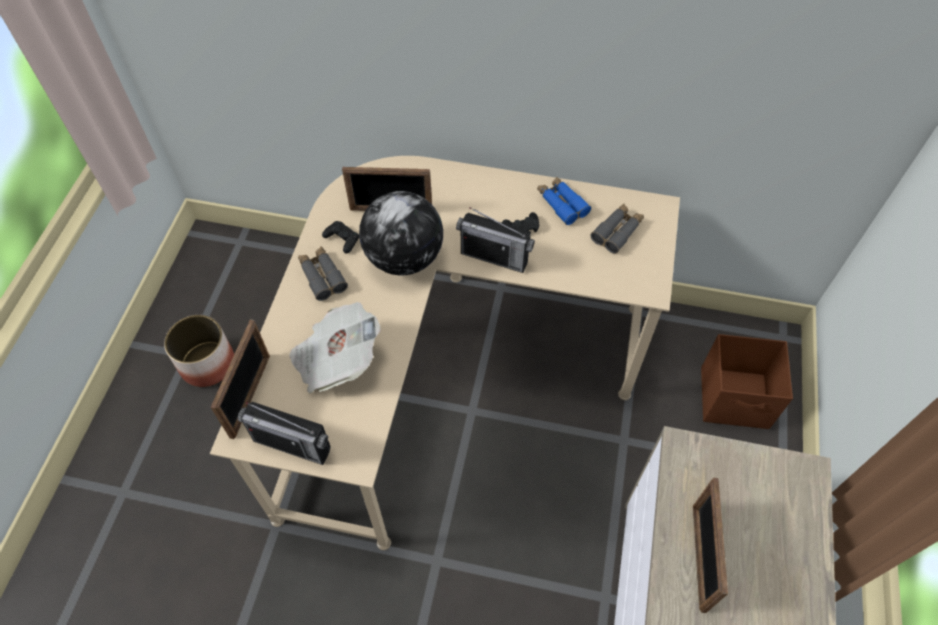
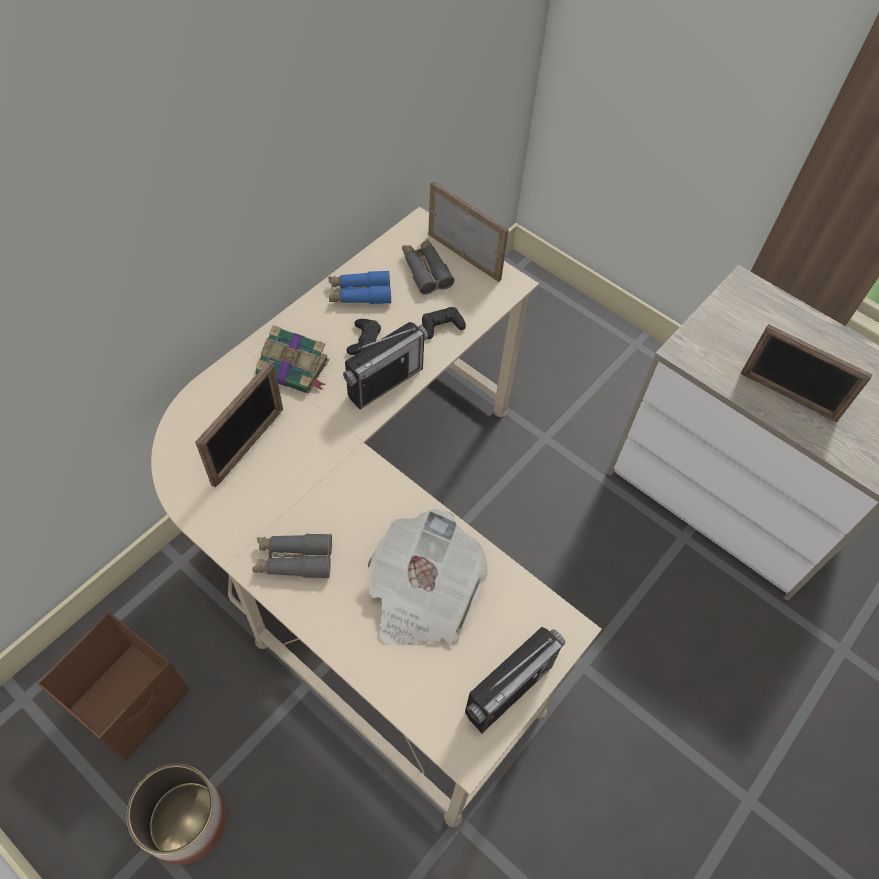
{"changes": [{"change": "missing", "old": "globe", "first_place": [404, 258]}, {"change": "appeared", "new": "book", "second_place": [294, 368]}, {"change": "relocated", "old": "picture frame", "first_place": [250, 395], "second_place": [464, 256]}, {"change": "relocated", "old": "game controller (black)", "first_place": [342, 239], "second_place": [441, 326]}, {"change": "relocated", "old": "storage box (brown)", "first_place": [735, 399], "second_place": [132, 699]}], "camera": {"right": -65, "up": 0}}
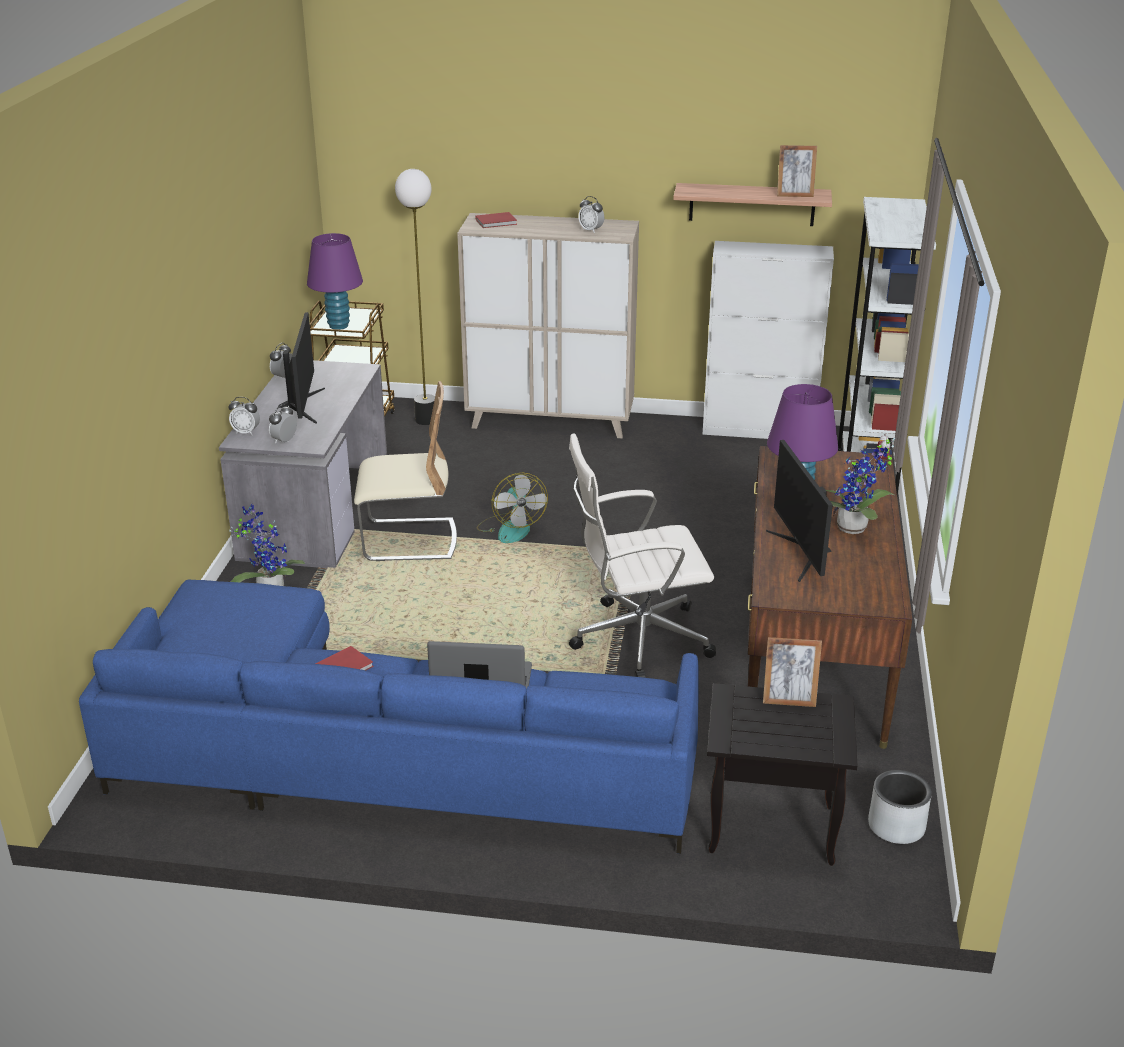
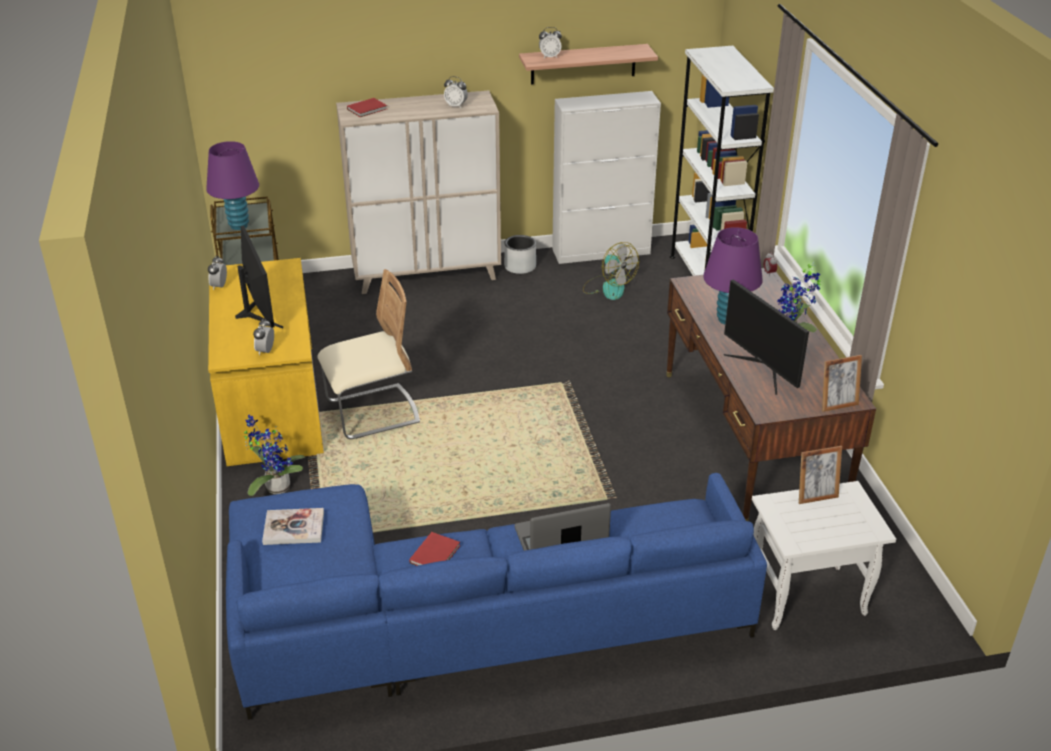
{"changes": [{"change": "missing", "old": "floor lamp", "first_place": [425, 420]}, {"change": "missing", "old": "office chair (white)", "first_place": [637, 639]}, {"change": "appeared", "new": "book", "second_place": [294, 528]}, {"change": "relocated", "old": "alarm clock", "first_place": [246, 432], "second_place": [550, 57]}, {"change": "relocated", "old": "fan", "first_place": [510, 528], "second_place": [608, 287]}, {"change": "relocated", "old": "picture frame", "first_place": [794, 195], "second_place": [837, 405]}, {"change": "relocated", "old": "planter (grey)", "first_place": [896, 826], "second_place": [520, 267]}, {"change": "colour", "old": "desk (grey)", "new": "desk (yellow)", "first_place": [314, 511], "second_place": [270, 402]}, {"change": "colour", "old": "side table (black)", "new": "side table (white)", "first_place": [769, 829], "second_place": [805, 598]}], "camera": {"right": -20, "up": 5}}
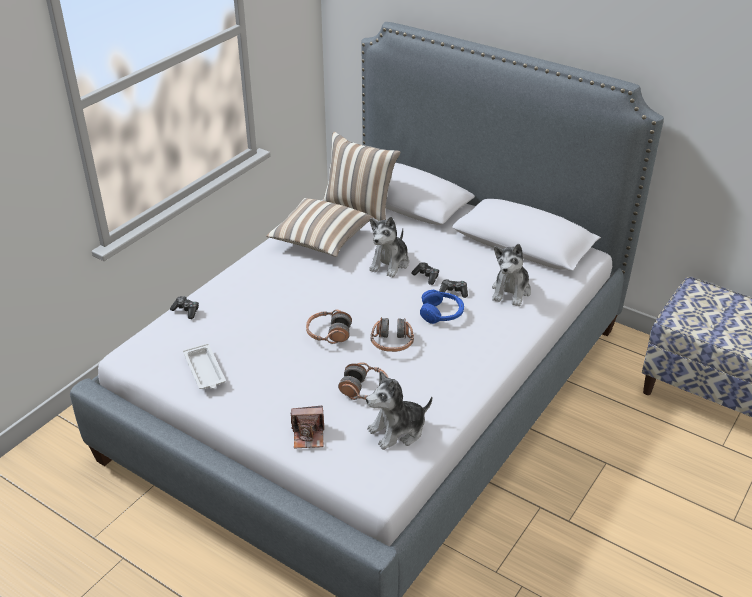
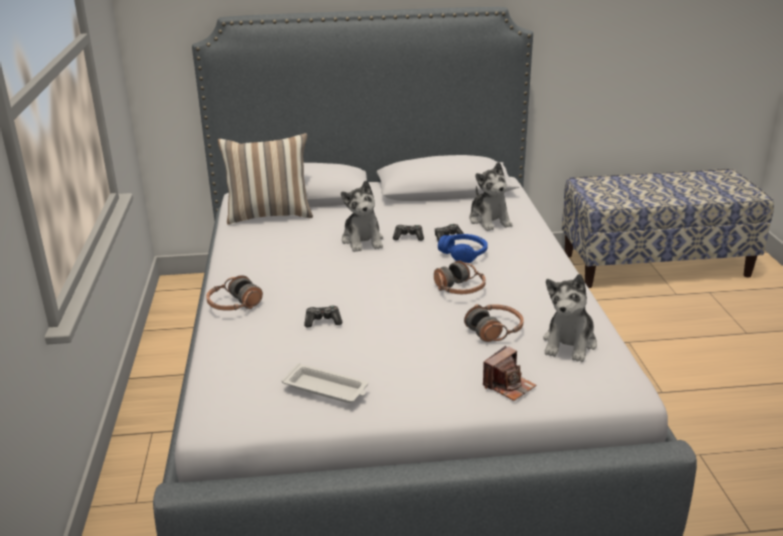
{"changes": [{"change": "missing", "old": "pillow", "first_place": [320, 240]}, {"change": "relocated", "old": "game controller", "first_place": [186, 310], "second_place": [323, 321]}, {"change": "relocated", "old": "headphones", "first_place": [329, 333], "second_place": [234, 305]}], "camera": {"right": -40, "up": -10}}
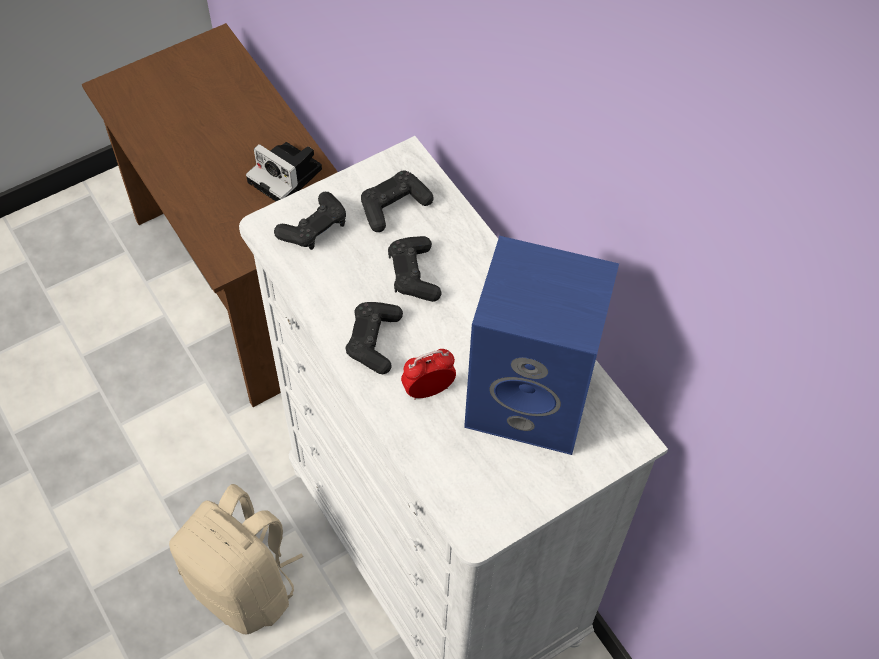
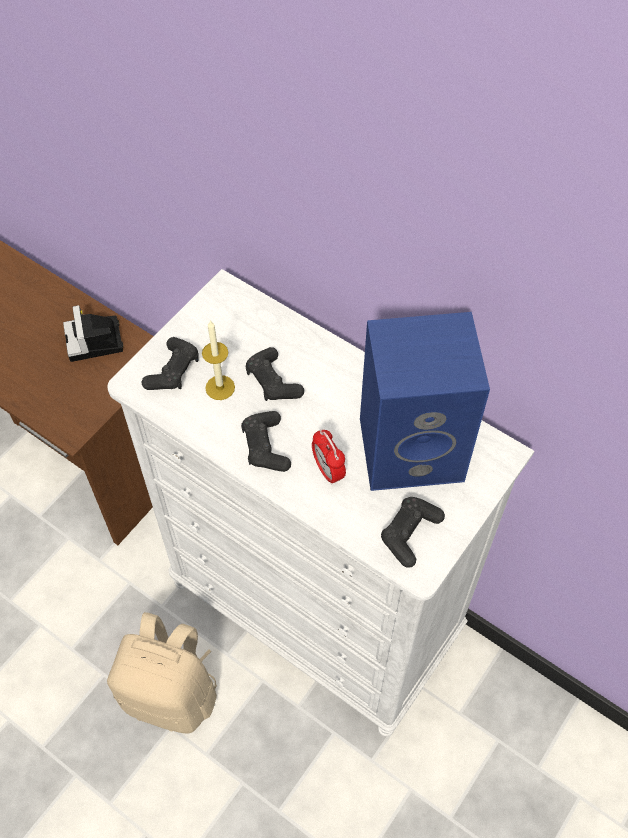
{"changes": [{"change": "appeared", "new": "candle", "second_place": [220, 387]}, {"change": "relocated", "old": "game controller (black)", "first_place": [394, 206], "second_place": [410, 533]}, {"change": "spun", "old": "photo camera", "first_place": [287, 176], "second_place": [95, 342], "degrees": 60}, {"change": "spun", "old": "alarm clock", "first_place": [428, 390], "second_place": [328, 470], "degrees": -75}], "camera": {"right": -20, "up": 0}}
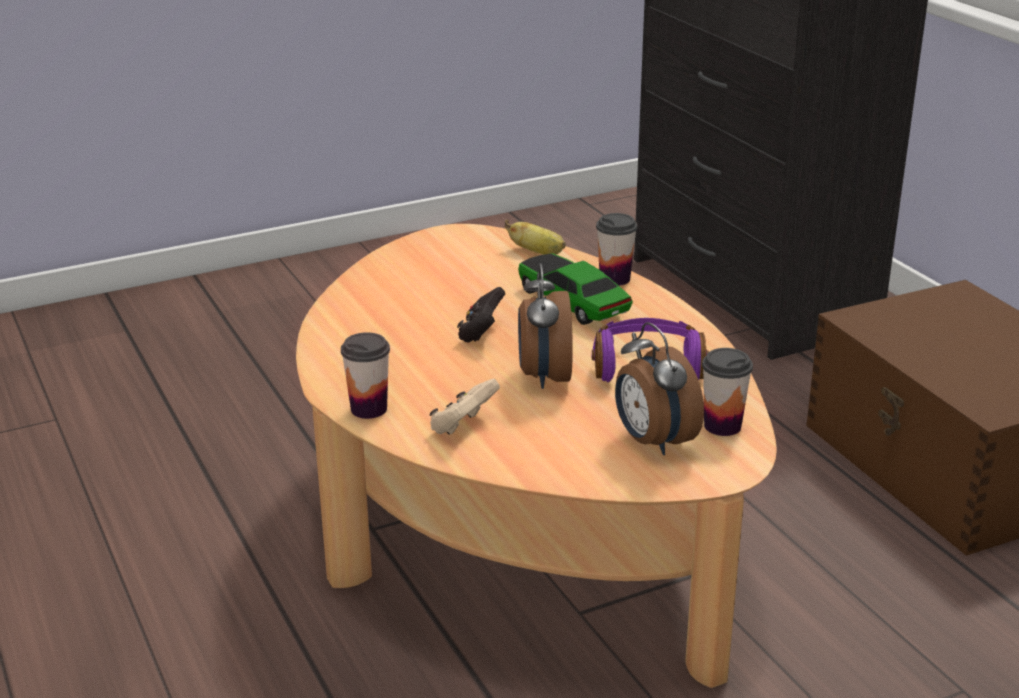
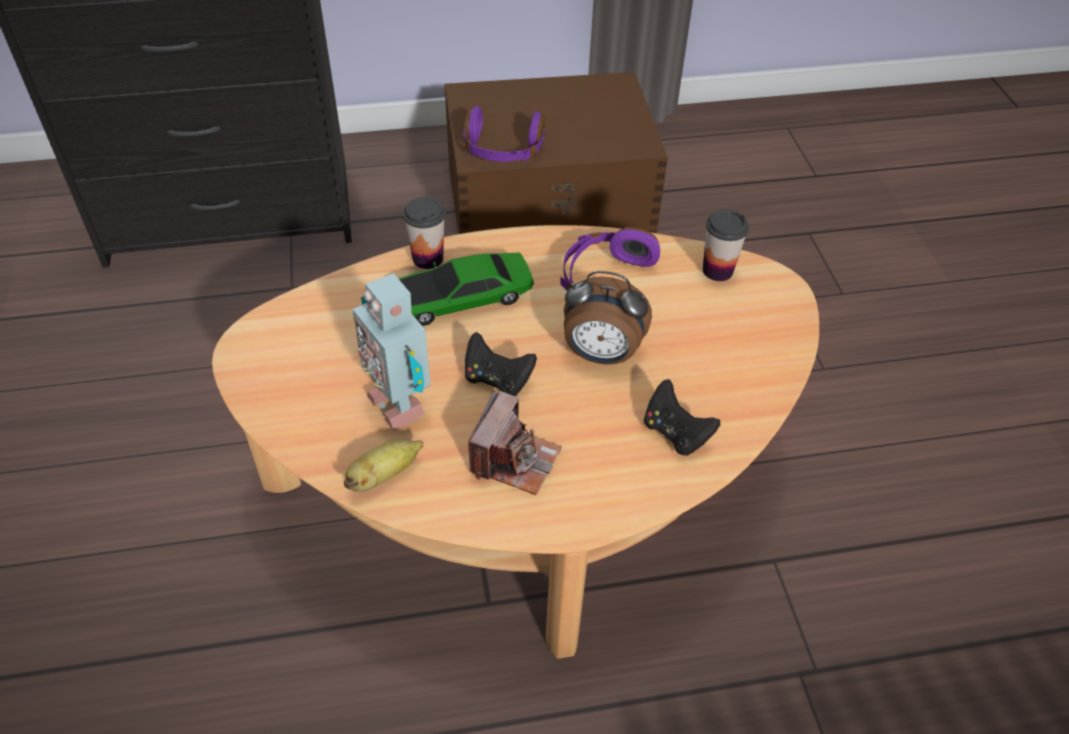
{"changes": [{"change": "missing", "old": "cup", "first_place": [369, 409]}, {"change": "missing", "old": "alarm clock", "first_place": [652, 441]}, {"change": "appeared", "new": "toy robot", "second_place": [399, 402]}, {"change": "appeared", "new": "headphones (purple)", "second_place": [503, 151]}, {"change": "appeared", "new": "photo camera", "second_place": [514, 459]}, {"change": "relocated", "old": "banana", "first_place": [538, 253], "second_place": [384, 475]}, {"change": "colour", "old": "game controller (beige)", "new": "game controller (black)", "first_place": [463, 426], "second_place": [675, 433]}], "camera": {"right": -75, "up": 20}}
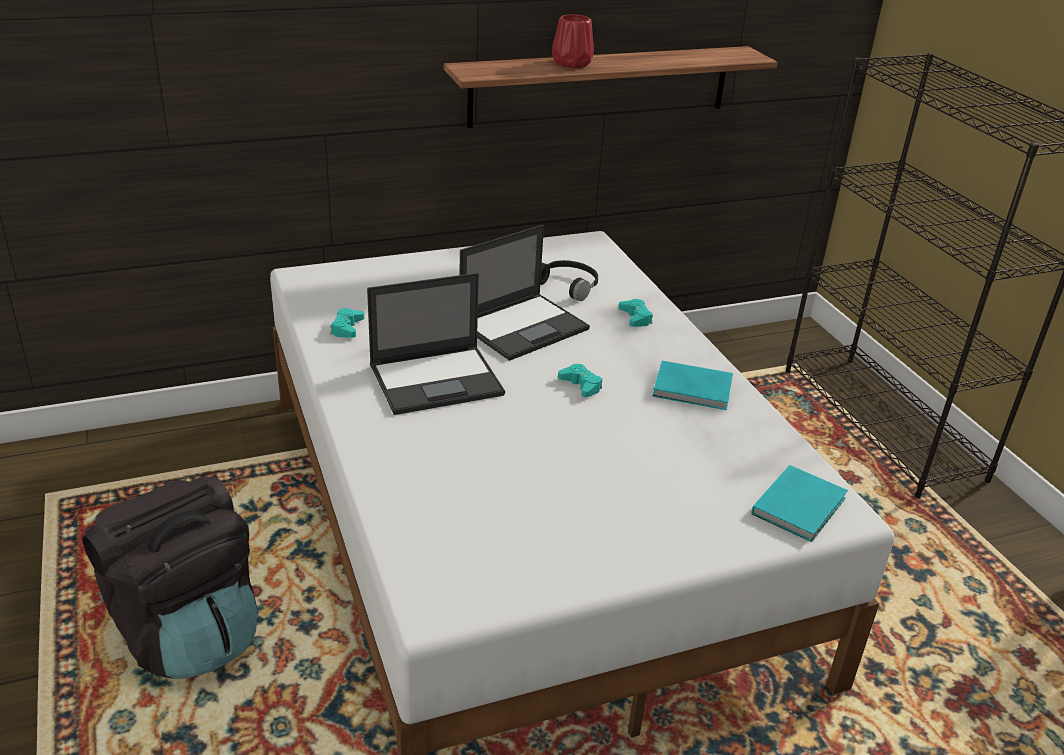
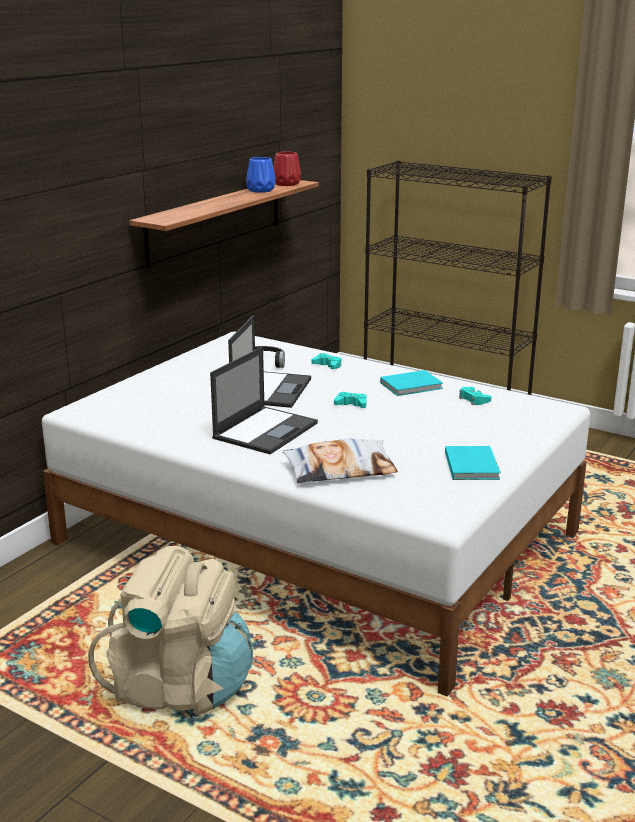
{"changes": [{"change": "appeared", "new": "vase (blue)", "second_place": [260, 190]}, {"change": "appeared", "new": "pillow", "second_place": [340, 469]}, {"change": "relocated", "old": "game controller (turquoise)", "first_place": [347, 328], "second_place": [473, 399]}, {"change": "relocated", "old": "vase (red)", "first_place": [570, 63], "second_place": [286, 184]}, {"change": "relocated", "old": "book (turquoise)", "first_place": [801, 505], "second_place": [472, 465]}, {"change": "colour", "old": "backpack (black)", "new": "backpack (beige)", "first_place": [187, 631], "second_place": [179, 686]}], "camera": {"right": -35, "up": -10}}
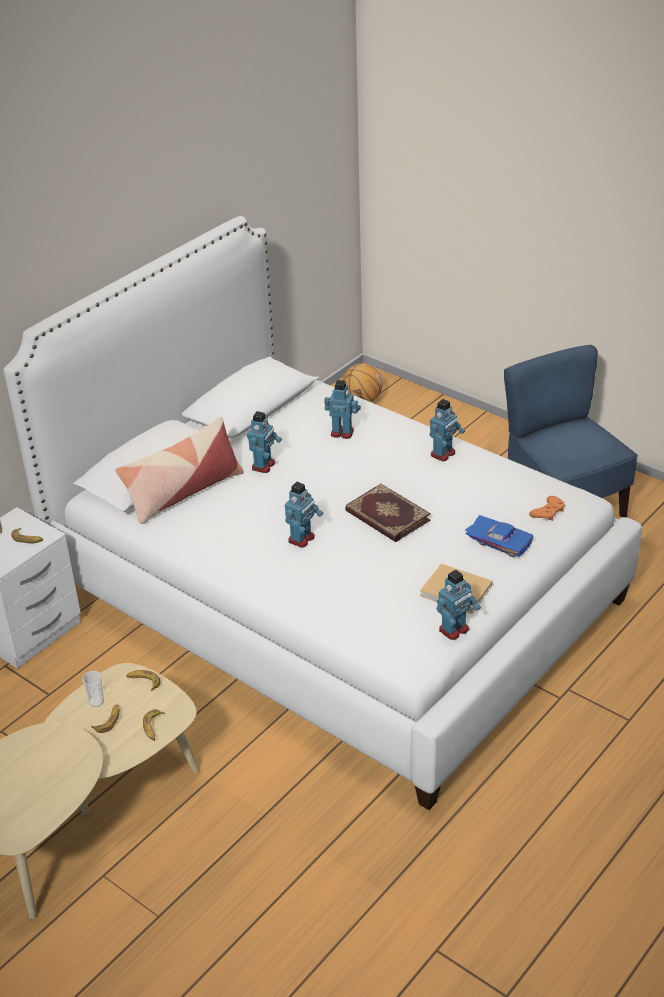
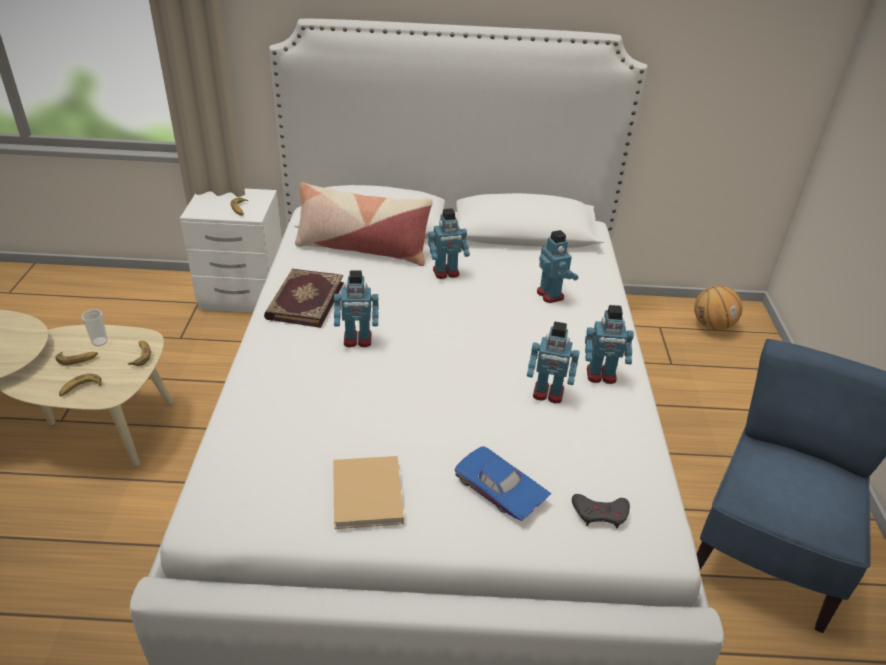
{"changes": [{"change": "relocated", "old": "book", "first_place": [386, 516], "second_place": [304, 300]}, {"change": "relocated", "old": "toy robot", "first_place": [454, 630], "second_place": [548, 394]}, {"change": "colour", "old": "game controller (orange)", "new": "game controller (grey)", "first_place": [548, 511], "second_place": [600, 513]}, {"change": "spun", "old": "toy car (blue)", "first_place": [500, 540], "second_place": [498, 492], "degrees": 135}], "camera": {"right": 50, "up": 0}}
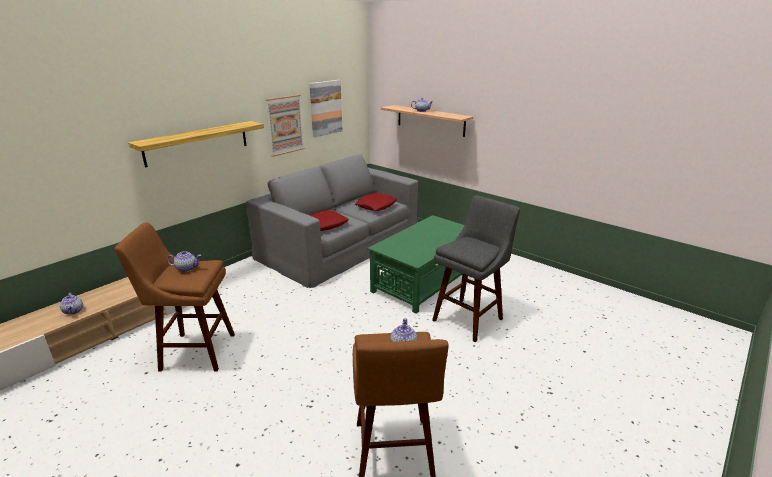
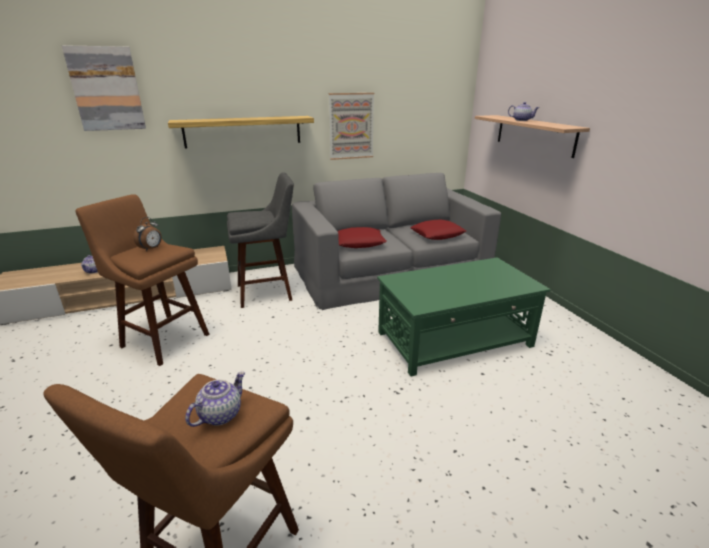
{"changes": [{"change": "relocated", "old": "picture", "first_place": [325, 108], "second_place": [106, 89]}, {"change": "relocated", "old": "stool (grey)", "first_place": [469, 318], "second_place": [267, 292]}, {"change": "exchanged", "old": "teapot", "new": "alarm clock", "first_place": [186, 268], "second_place": [151, 249]}], "camera": {"right": 30, "up": 0}}
